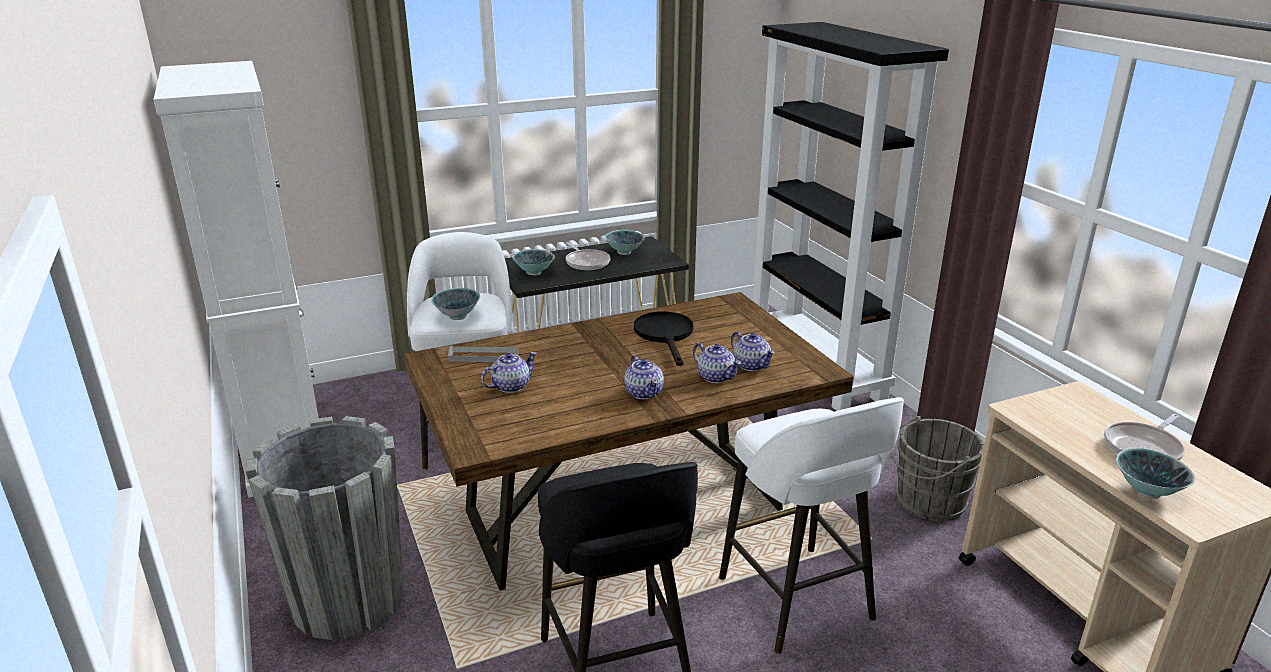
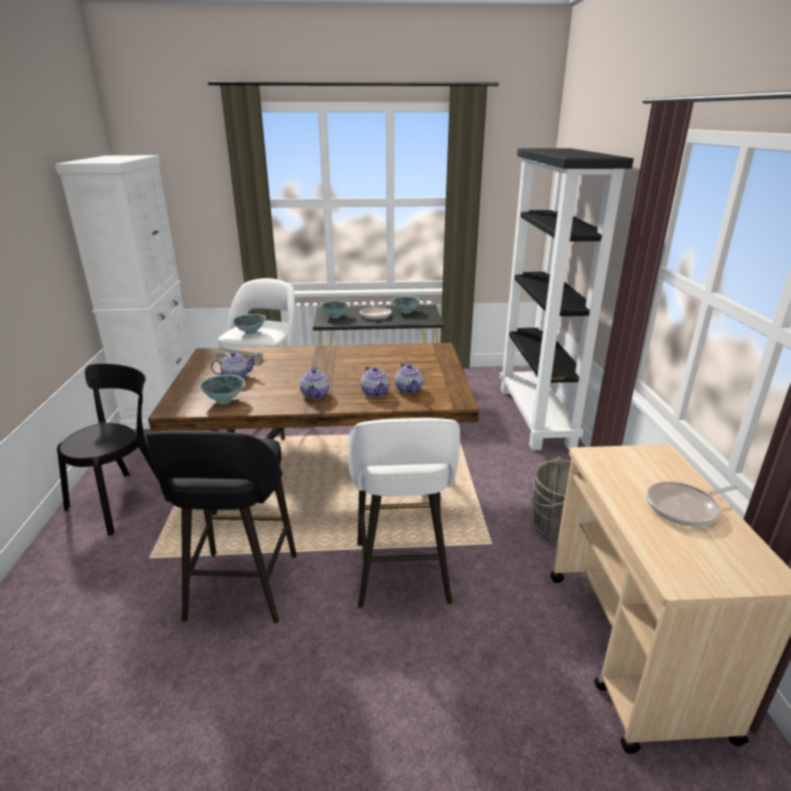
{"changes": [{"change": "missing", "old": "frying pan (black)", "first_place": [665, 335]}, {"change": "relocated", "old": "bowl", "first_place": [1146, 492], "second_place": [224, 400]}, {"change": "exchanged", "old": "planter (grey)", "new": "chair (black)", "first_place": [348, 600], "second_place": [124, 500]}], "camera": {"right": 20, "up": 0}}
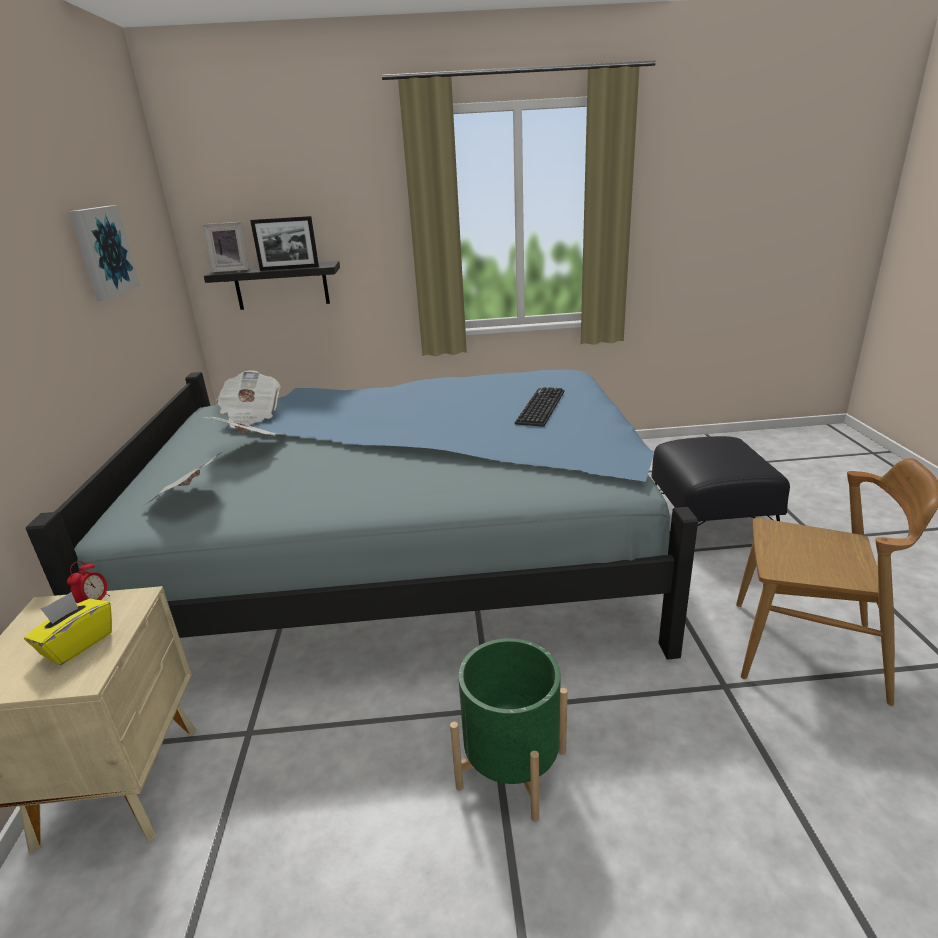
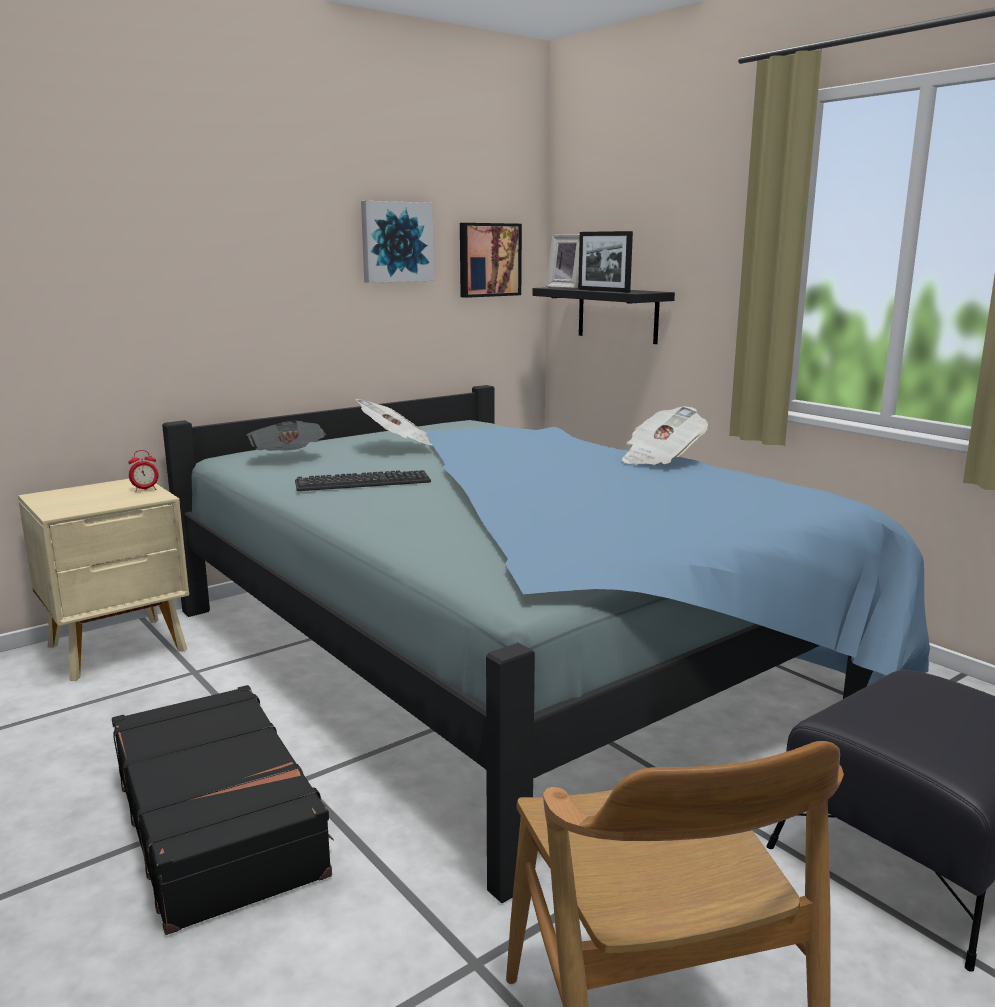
{"changes": [{"change": "missing", "old": "tissue box (yellow)", "first_place": [77, 644]}, {"change": "appeared", "new": "picture", "second_place": [488, 260]}, {"change": "relocated", "old": "newspaper", "first_place": [251, 415], "second_place": [660, 459]}, {"change": "relocated", "old": "keyboard", "first_place": [540, 407], "second_place": [363, 482]}, {"change": "exchanged", "old": "planter (green)", "new": "suitcase (black)", "first_place": [512, 769], "second_place": [219, 821]}], "camera": {"right": 55, "up": -10}}
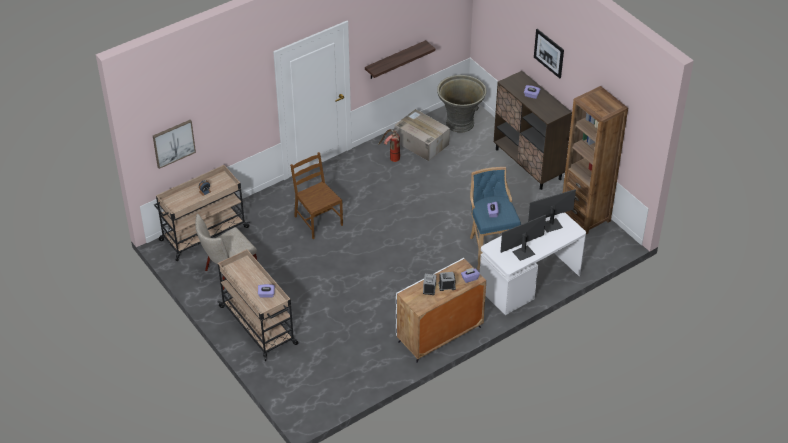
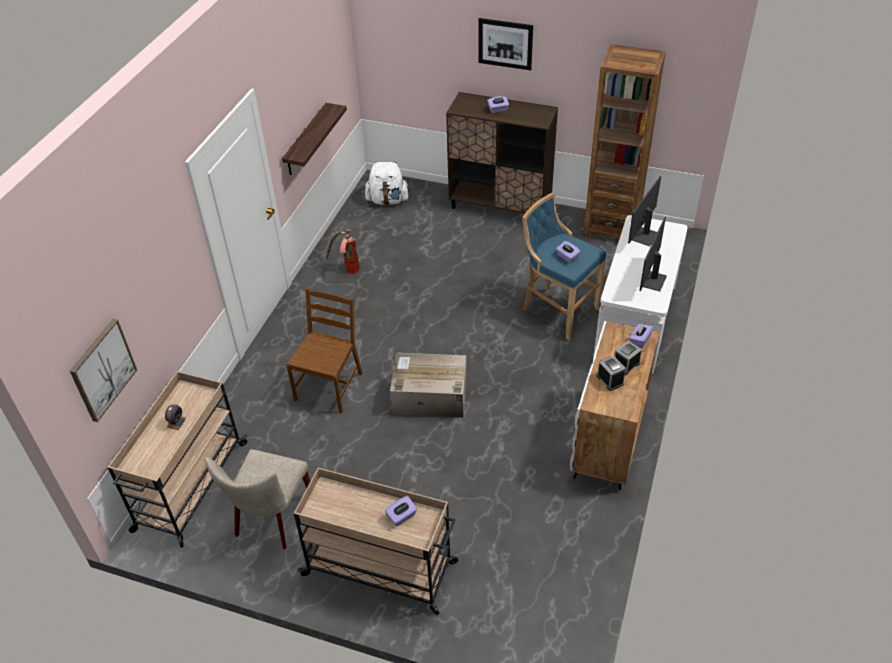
{"changes": [{"change": "relocated", "old": "cardboard box", "first_place": [421, 142], "second_place": [429, 396]}, {"change": "exchanged", "old": "planter (grey)", "new": "backpack (white)", "first_place": [460, 123], "second_place": [388, 200]}, {"change": "spun", "old": "chair (brown)", "first_place": [317, 221], "second_place": [329, 386], "degrees": 90}], "camera": {"right": -35, "up": 0}}
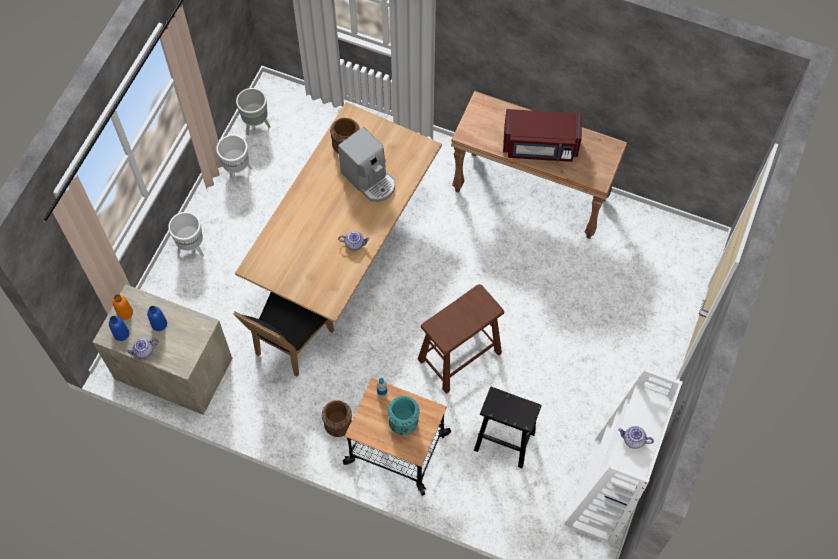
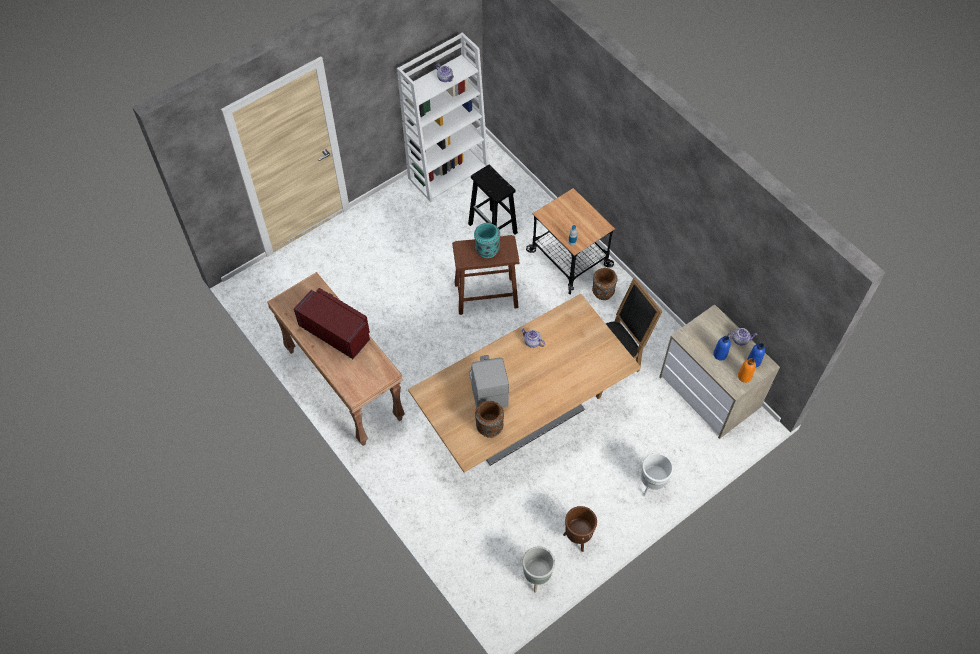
{"changes": [{"change": "relocated", "old": "vase (turquoise)", "first_place": [403, 422], "second_place": [487, 250]}, {"change": "colour", "old": "planter (white)", "new": "planter (brown)", "first_place": [238, 171], "second_place": [577, 538]}], "camera": {"right": -150, "up": -5}}
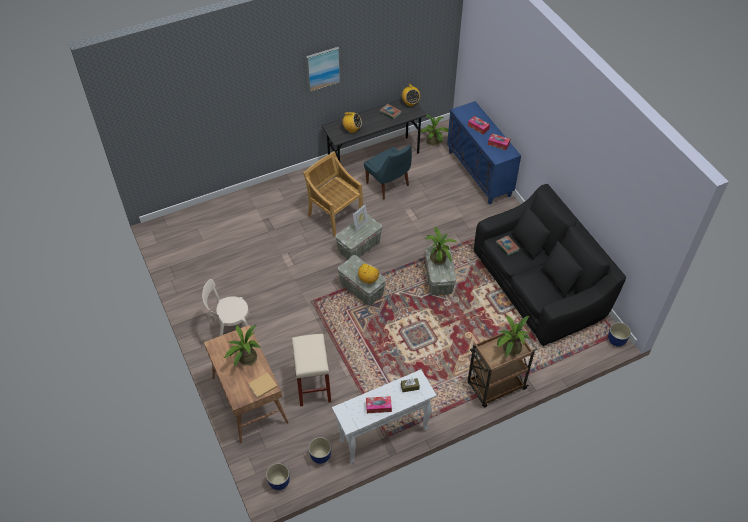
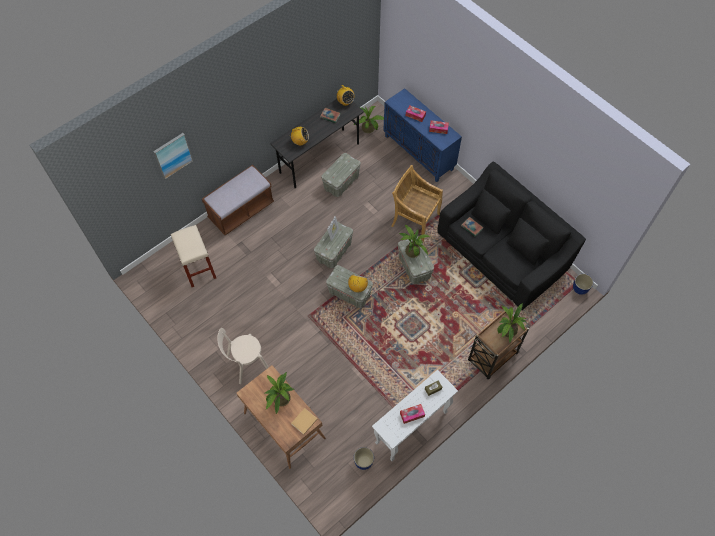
{"changes": [{"change": "missing", "old": "planter", "first_place": [279, 483]}, {"change": "appeared", "new": "bench (brown)", "second_place": [241, 211]}, {"change": "relocated", "old": "stool (beige)", "first_place": [313, 387], "second_place": [199, 269]}, {"change": "relocated", "old": "chair (beige)", "first_place": [334, 215], "second_place": [414, 219]}, {"change": "relocated", "old": "picture", "first_place": [323, 68], "second_place": [173, 155]}, {"change": "exchanged", "old": "chair (blue)", "new": "storage box (grey)", "first_place": [388, 185], "second_place": [341, 182]}], "camera": {"right": -15, "up": 10}}
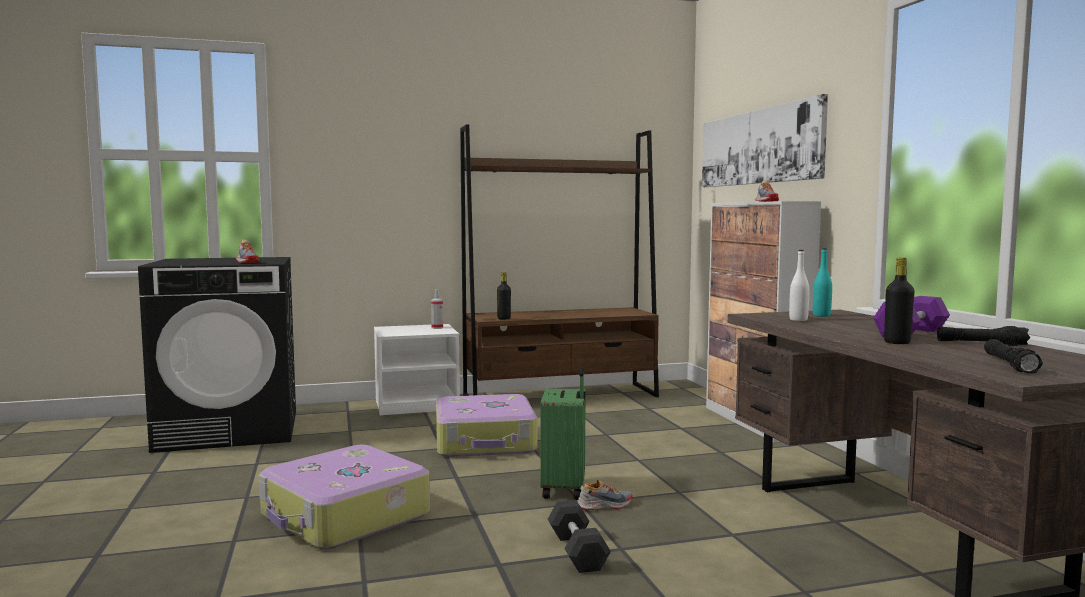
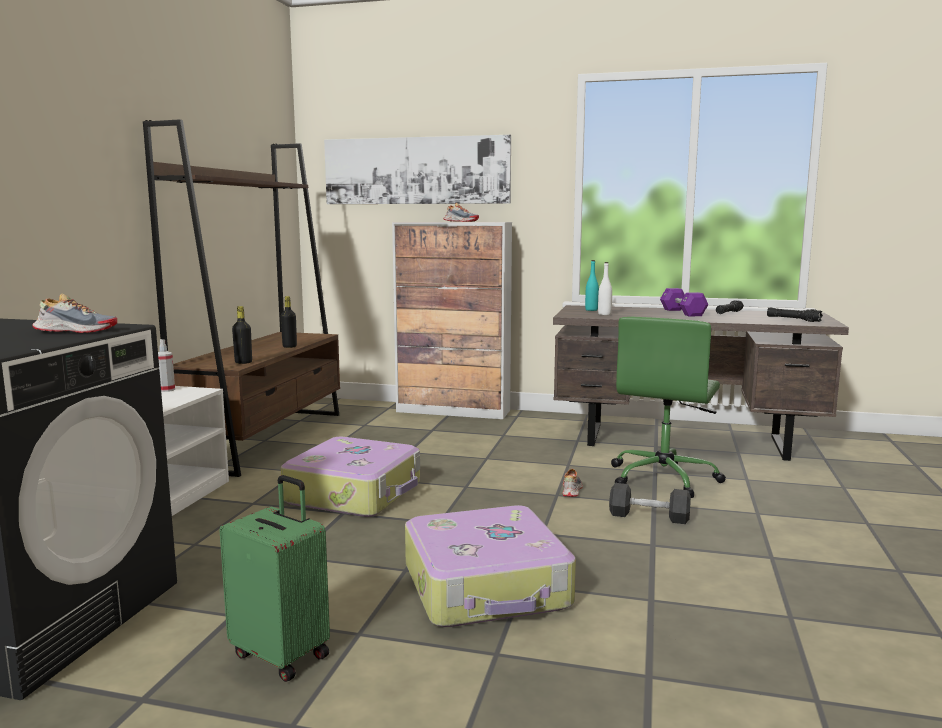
{"changes": [{"change": "appeared", "new": "office chair (green)", "second_place": [664, 478]}, {"change": "relocated", "old": "suitcase (green)", "first_place": [565, 489], "second_place": [282, 654]}, {"change": "relocated", "old": "bottle (black)", "first_place": [897, 342], "second_place": [289, 346]}], "camera": {"right": -60, "up": 5}}
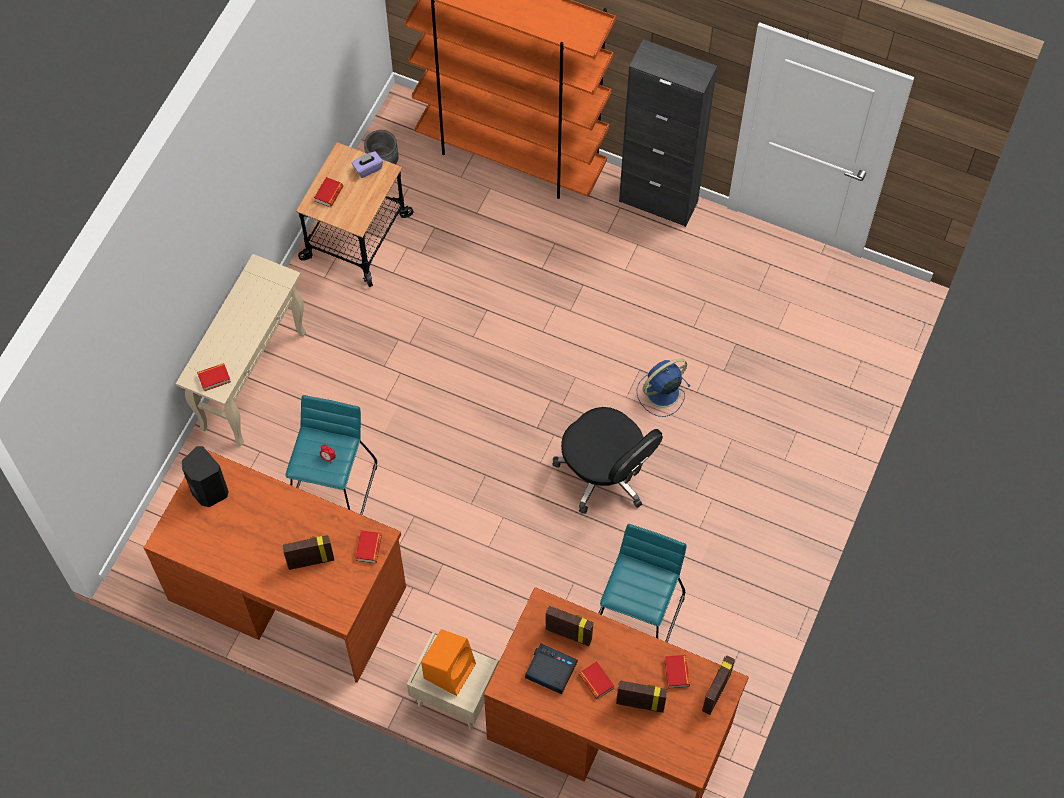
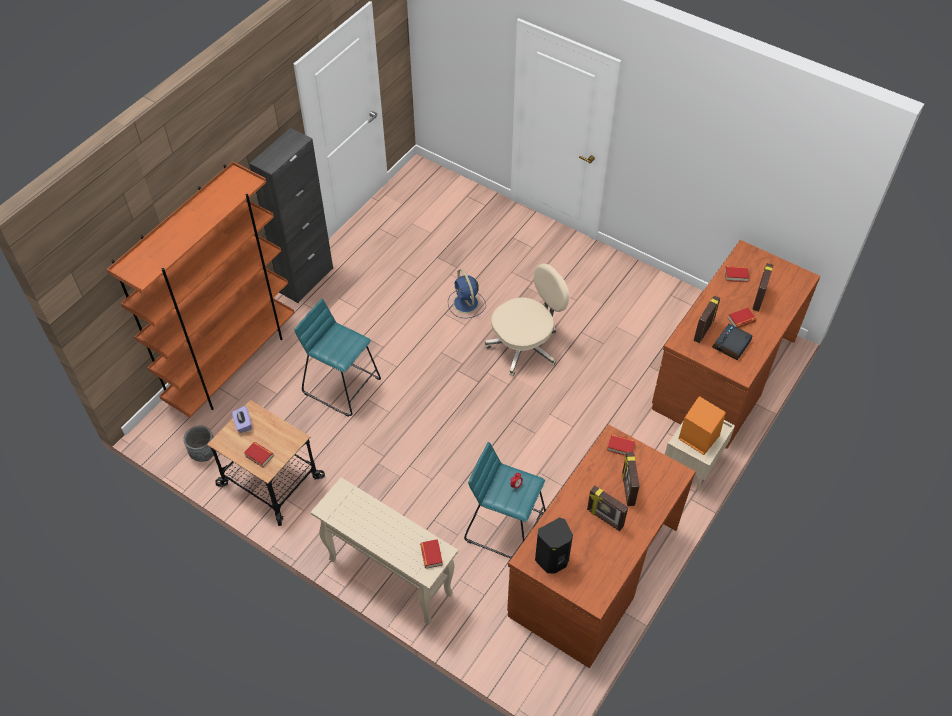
{"changes": [{"change": "relocated", "old": "stool (turquoise)", "first_place": [638, 616], "second_place": [342, 385]}, {"change": "relocated", "old": "picture frame", "first_place": [715, 692], "second_place": [604, 518]}, {"change": "colour", "old": "office chair (black)", "new": "office chair (beige)", "first_place": [605, 473], "second_place": [525, 346]}], "camera": {"right": -80, "up": -10}}
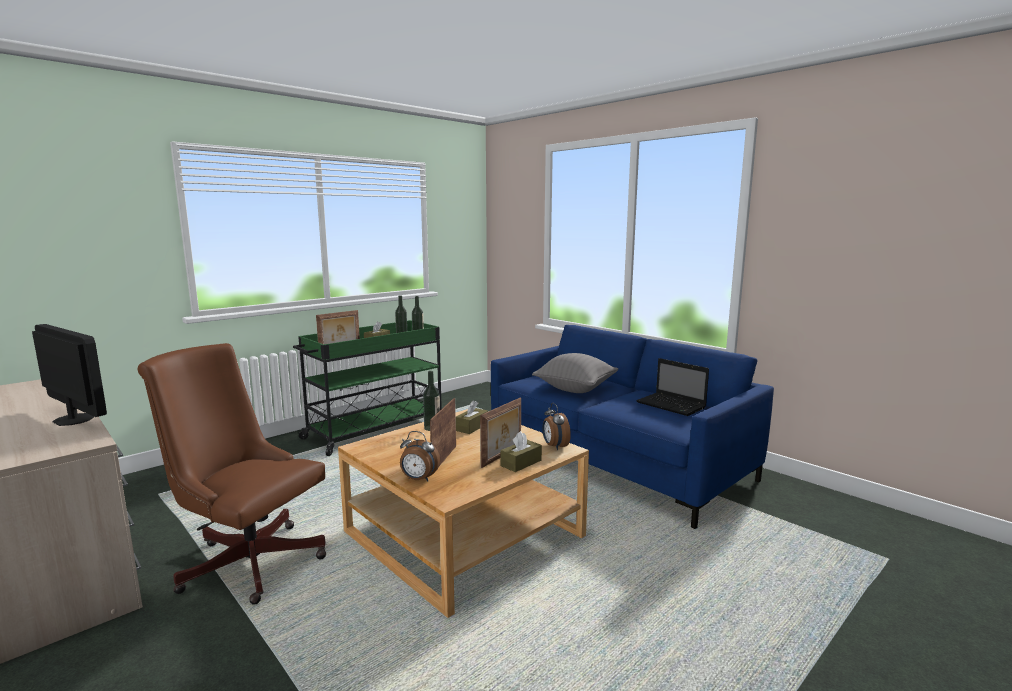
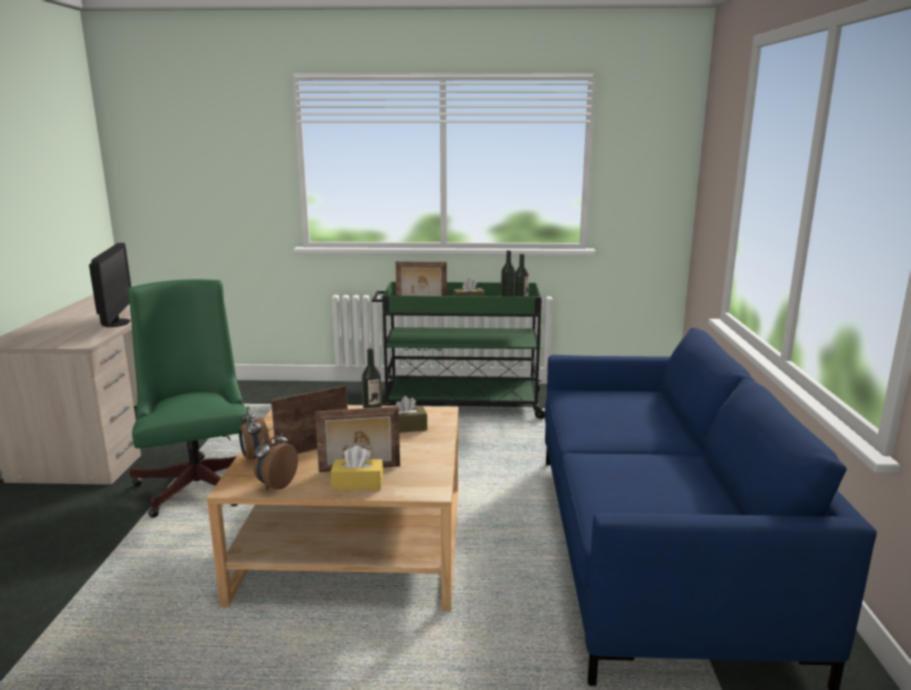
{"changes": [{"change": "missing", "old": "pillow (grey)", "first_place": [575, 389]}, {"change": "missing", "old": "laptop", "first_place": [672, 405]}, {"change": "relocated", "old": "alarm clock", "first_place": [554, 446], "second_place": [276, 484]}, {"change": "colour", "old": "office chair (brown)", "new": "office chair (green)", "first_place": [247, 559], "second_place": [199, 481]}, {"change": "colour", "old": "tissue box (brown)", "new": "tissue box (yellow)", "first_place": [521, 463], "second_place": [357, 484]}], "camera": {"right": 45, "up": 5}}
